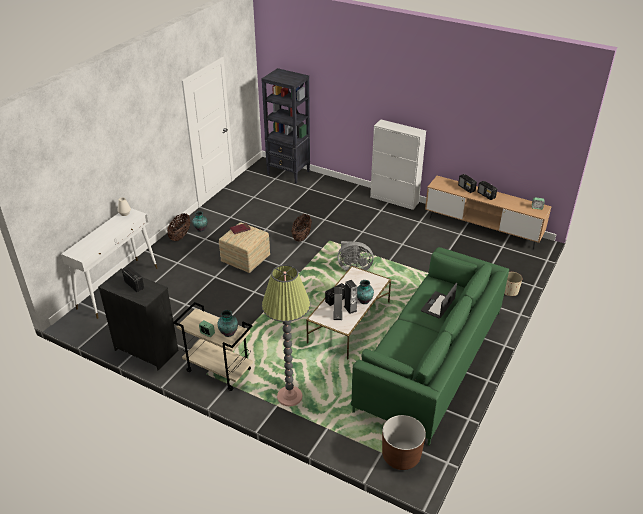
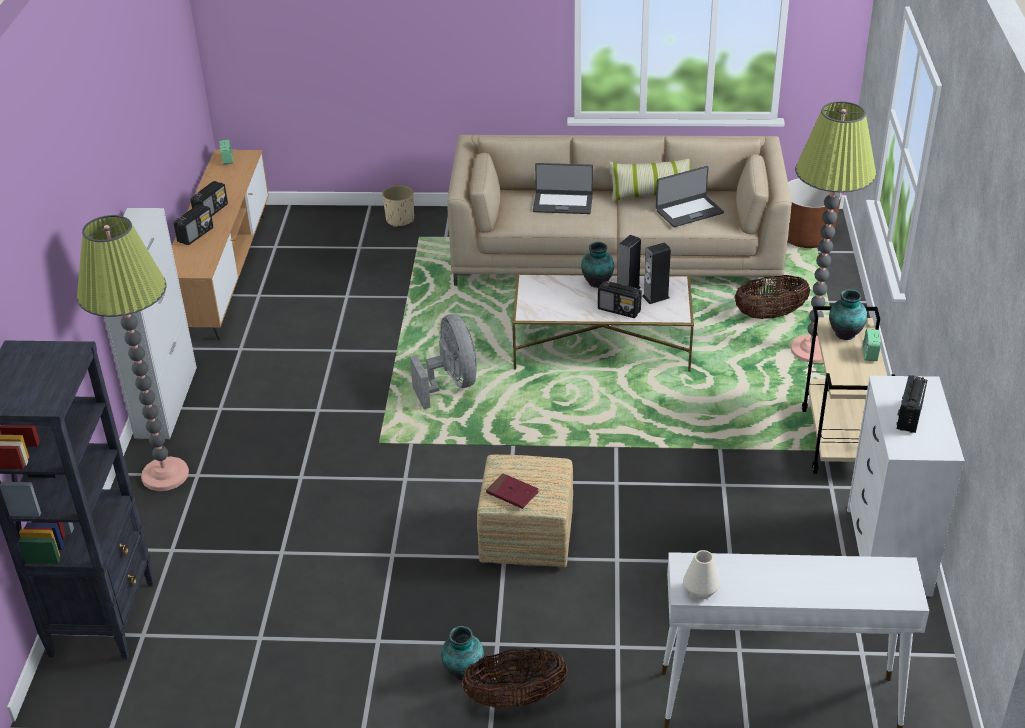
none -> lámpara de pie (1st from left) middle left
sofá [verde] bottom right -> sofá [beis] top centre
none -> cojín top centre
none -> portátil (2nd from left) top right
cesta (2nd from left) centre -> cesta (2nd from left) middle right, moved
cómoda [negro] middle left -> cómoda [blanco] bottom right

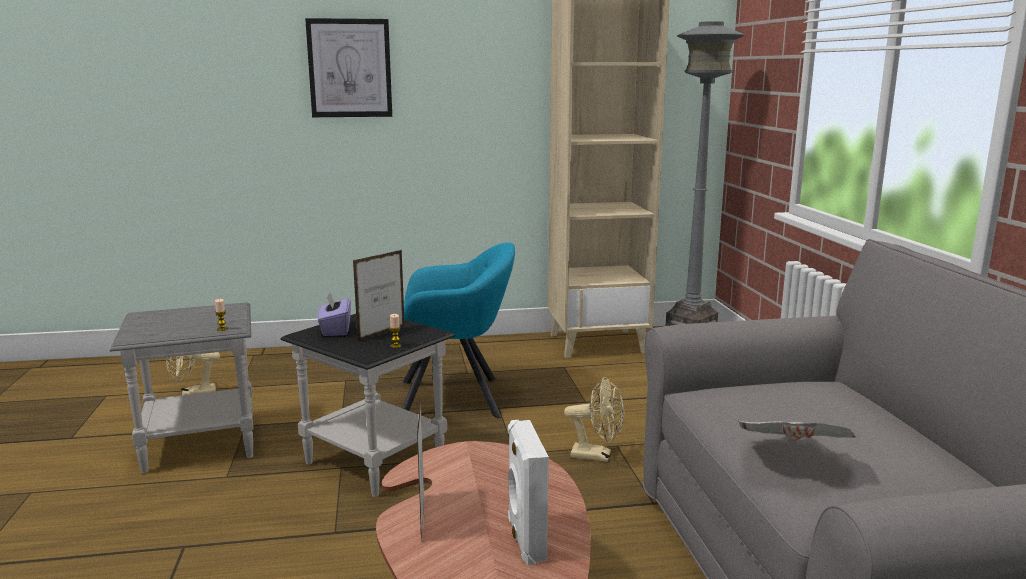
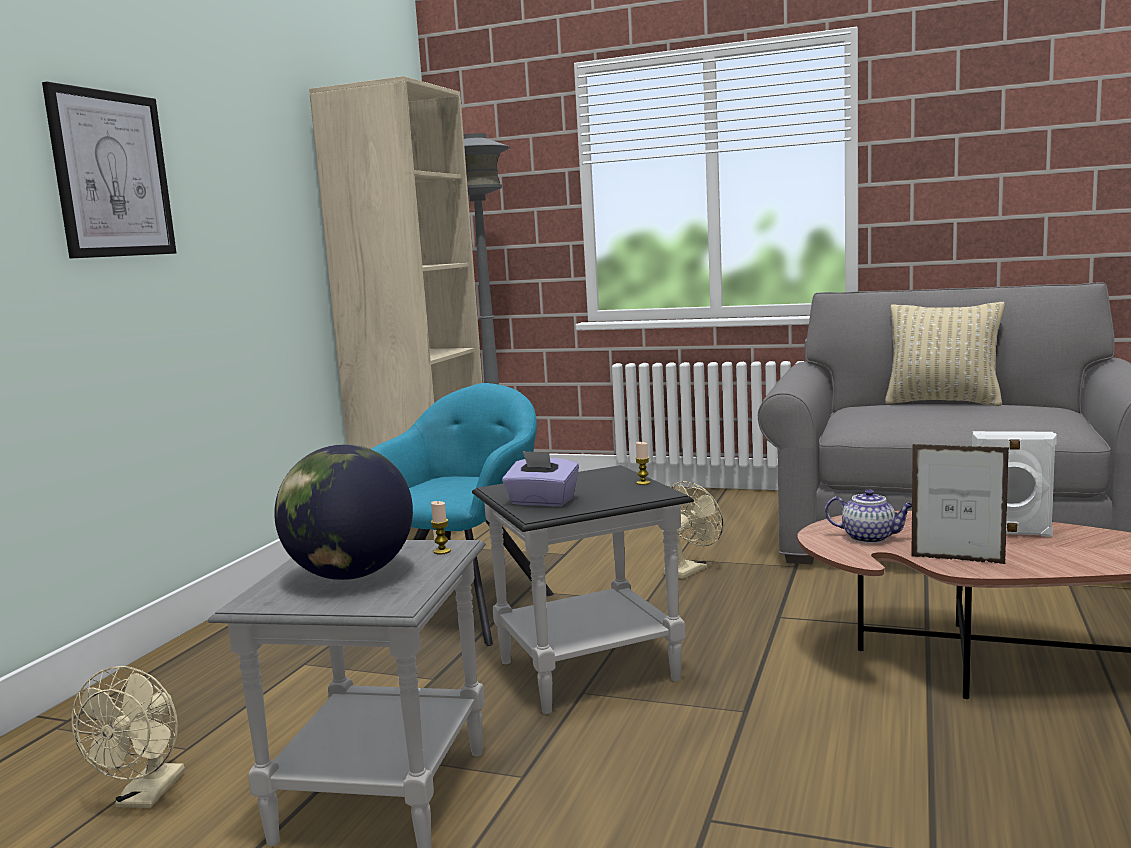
none -> globo terráqueo middle left
none -> tetera middle right
none -> cojín [beis] middle right
portarretratos (1st from left) centre -> none
periódico bottom right -> none

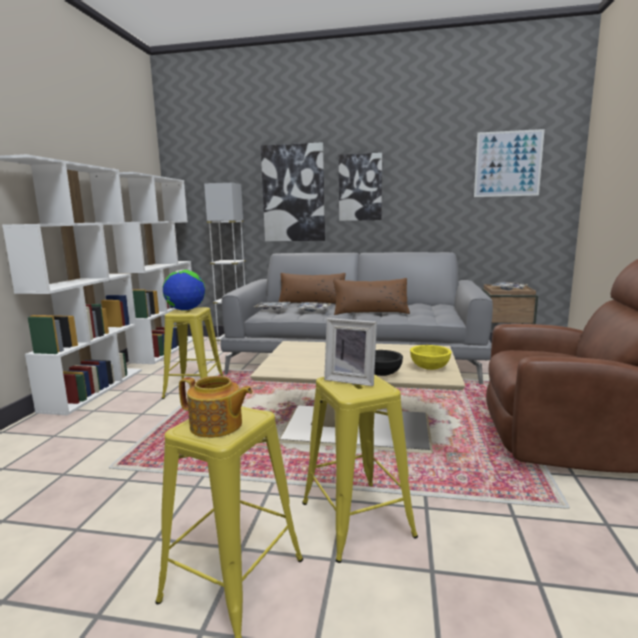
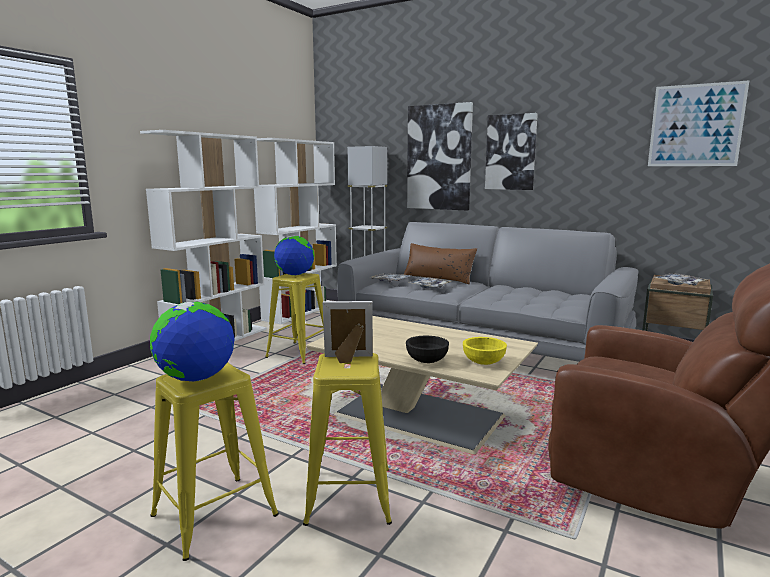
tetera centre -> globo terráqueo (1st from left) middle left
portarretratos centre, 135 degrees clockwise
cojín [marrón] (2nd from left) centre -> none

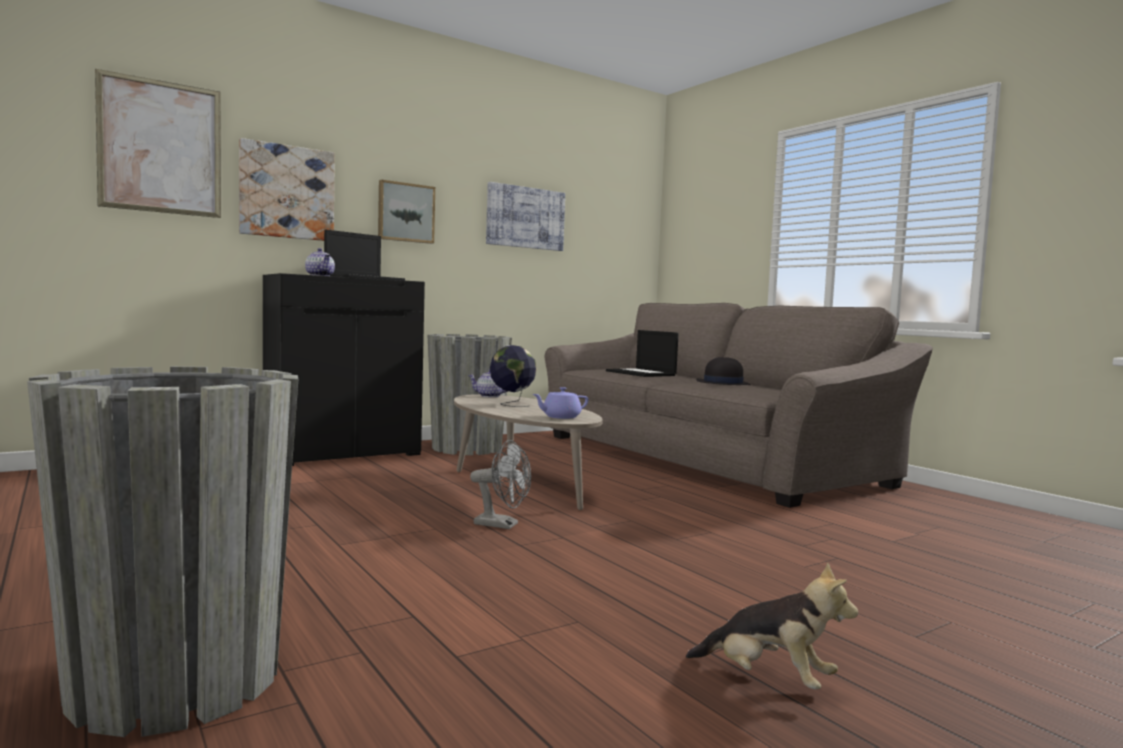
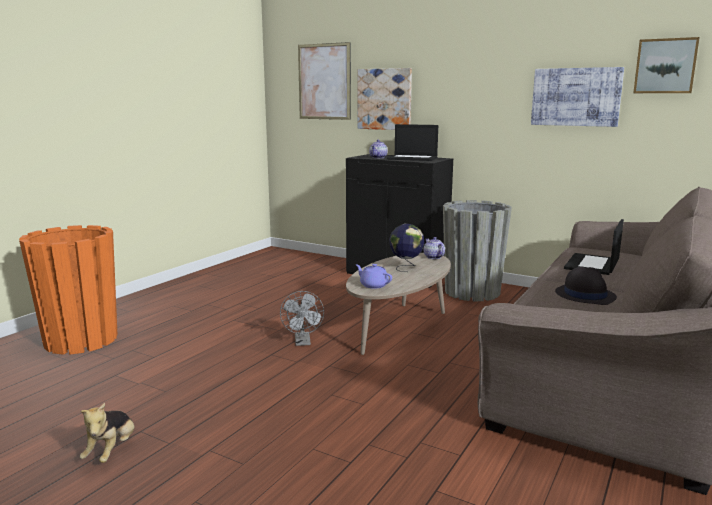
maceta [gris] (1st from left) bottom left -> maceta [naranja] middle left
cuadro (3rd from left in the first image) top centre -> cuadro (4th from left) top right, moved

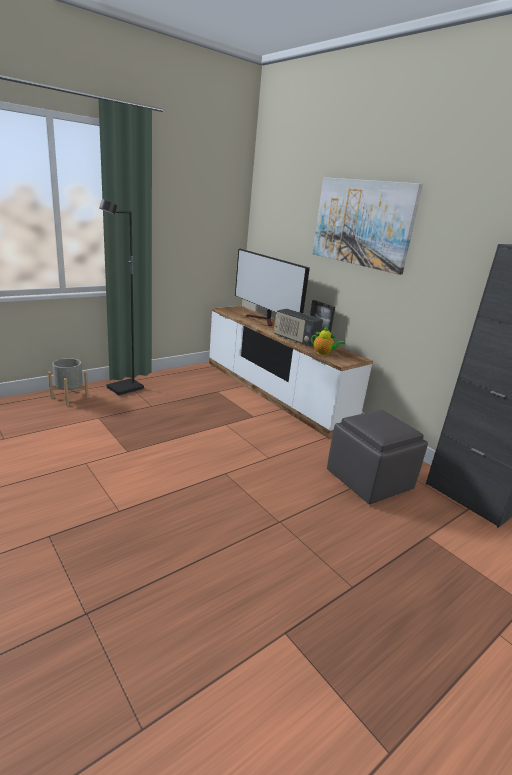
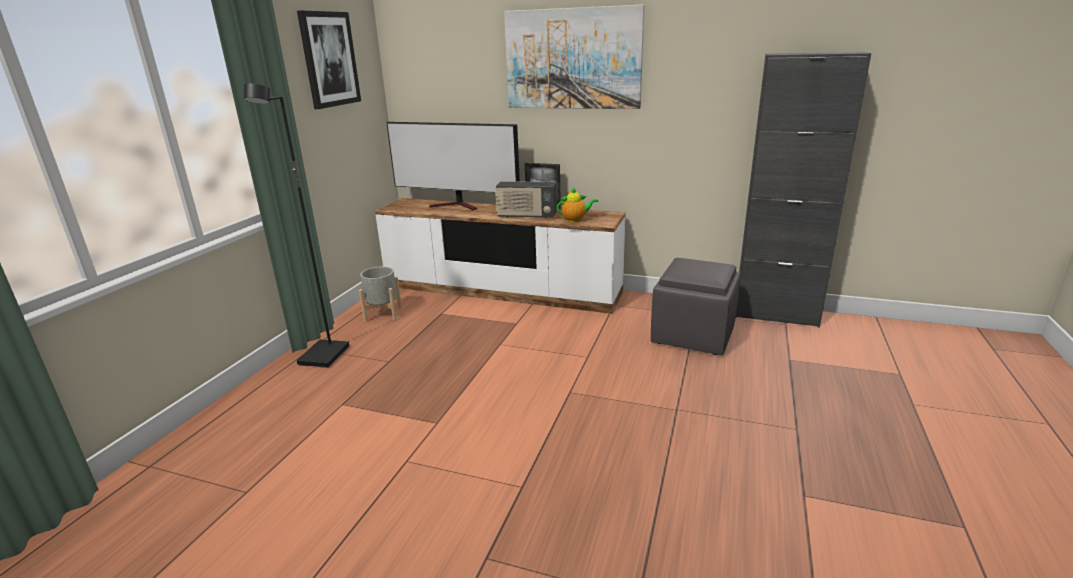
none -> cuadro (1st from left) top left
maceta [gris] middle left -> maceta [gris] centre, moved

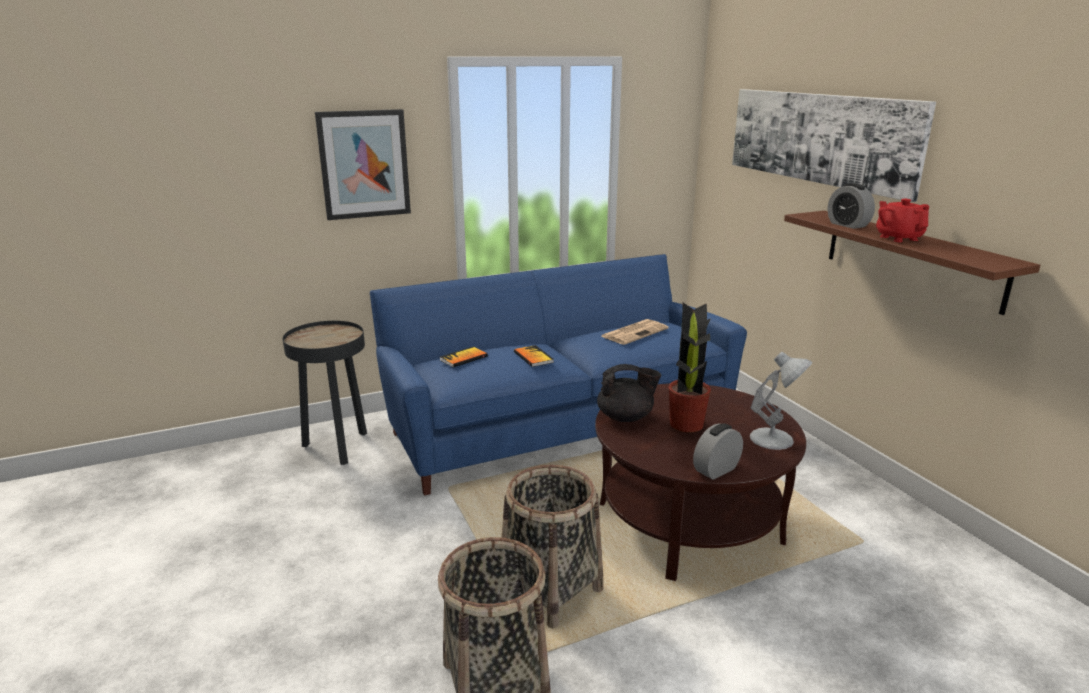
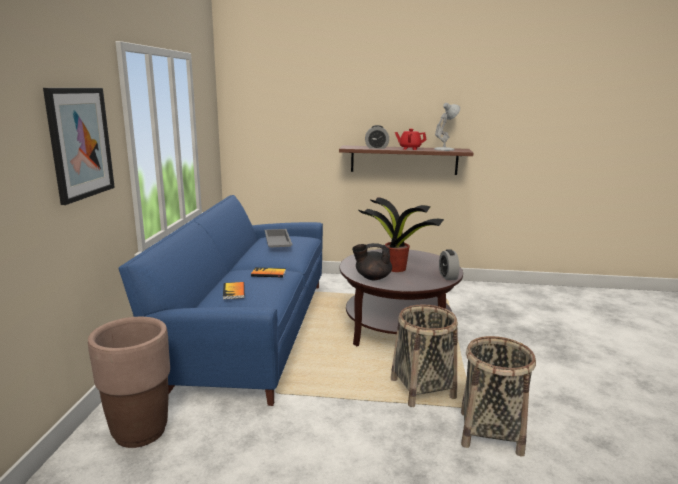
mesa auxiliar [negro] middle left -> maceta [marrón] bottom left
periódico centre -> bandeja [gris] centre
tetera [negro] centre, 120 degrees counterclockwise
lámpara de mesa [blanco] middle right -> lámpara de mesa [blanco] top centre, moved
cuadro (2nd from left) top right -> none

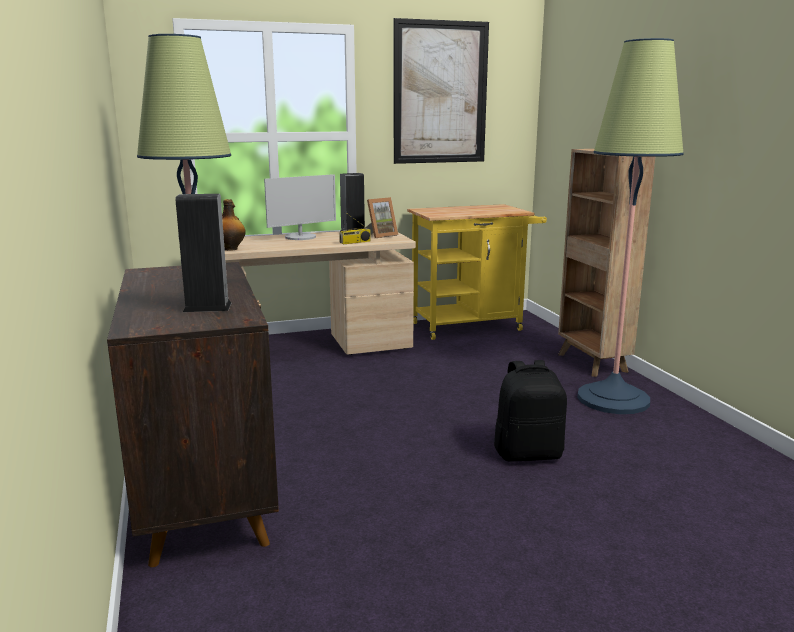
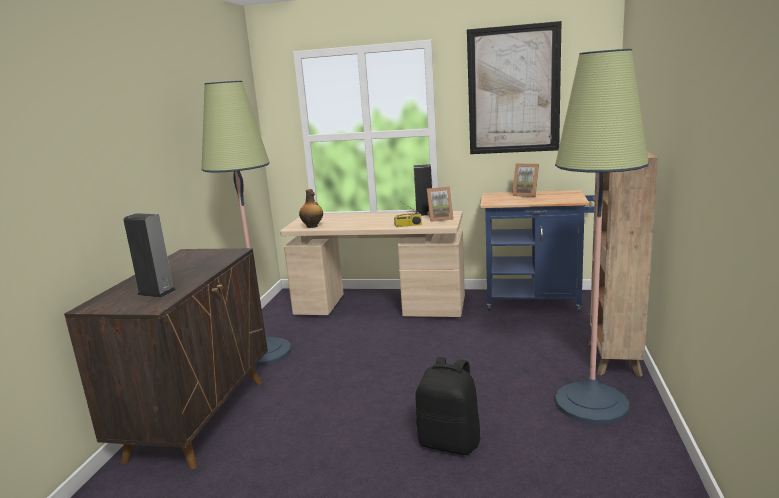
carrito [amarillo] centre -> carrito [azul] middle right
none -> portarretratos (2nd from left) middle right
monitor top centre -> none

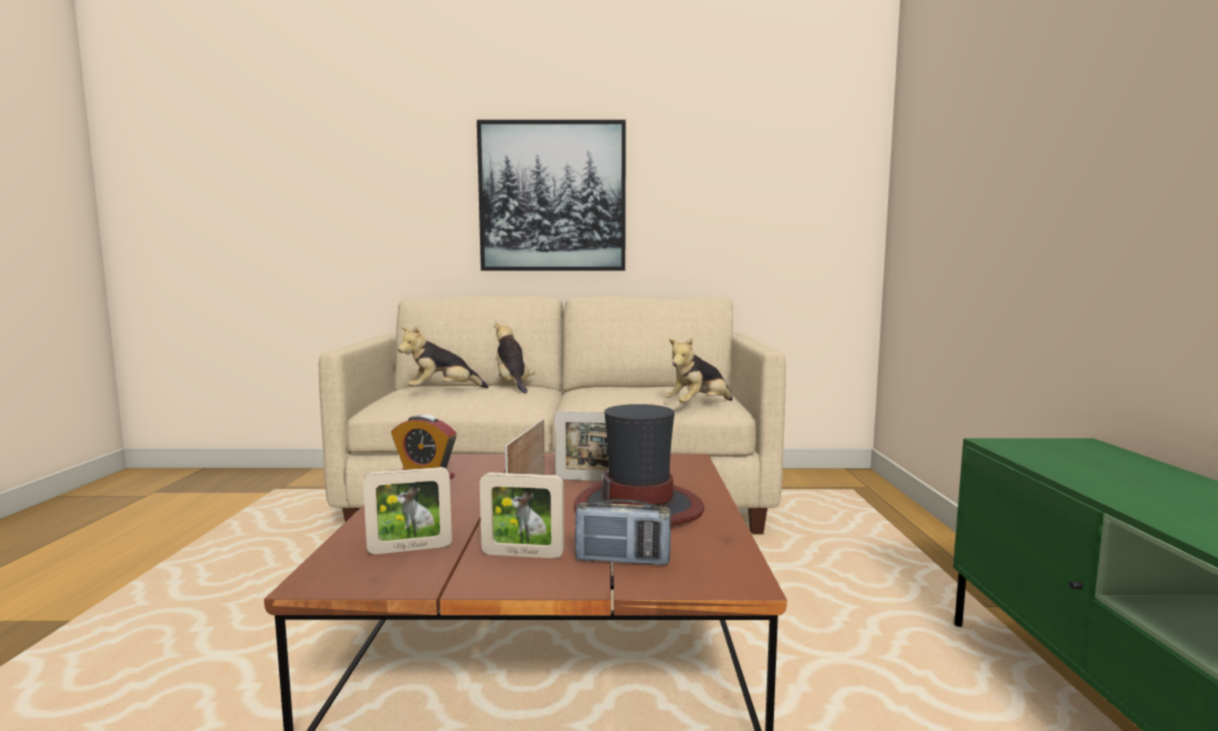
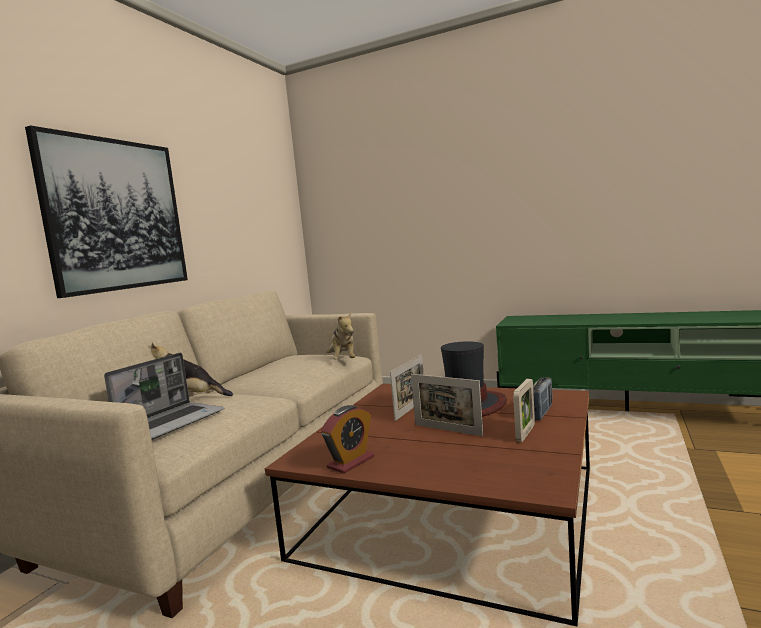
peluche (1st from left) centre -> portátil middle left
portarretratos (1st from left) bottom centre -> none

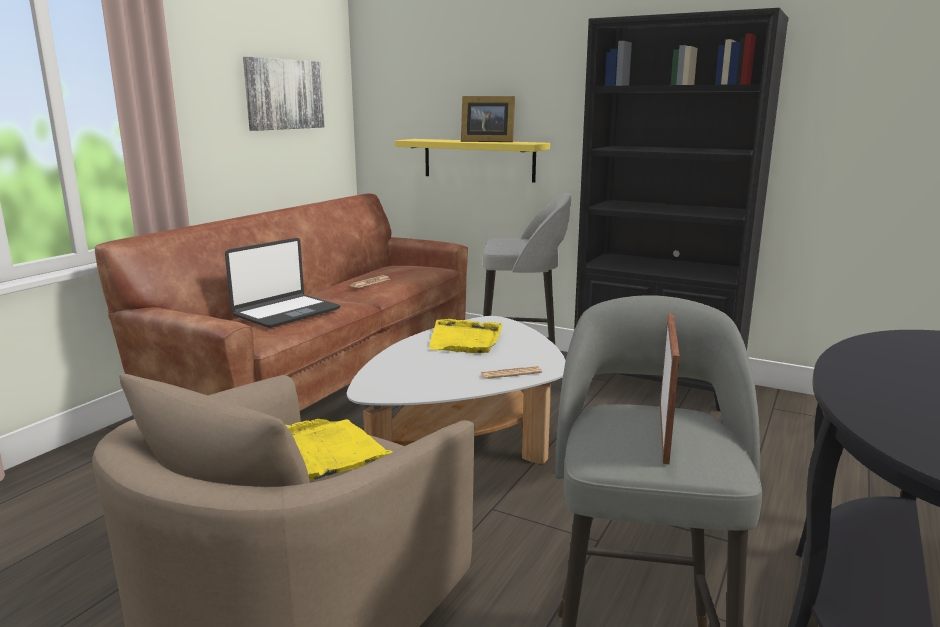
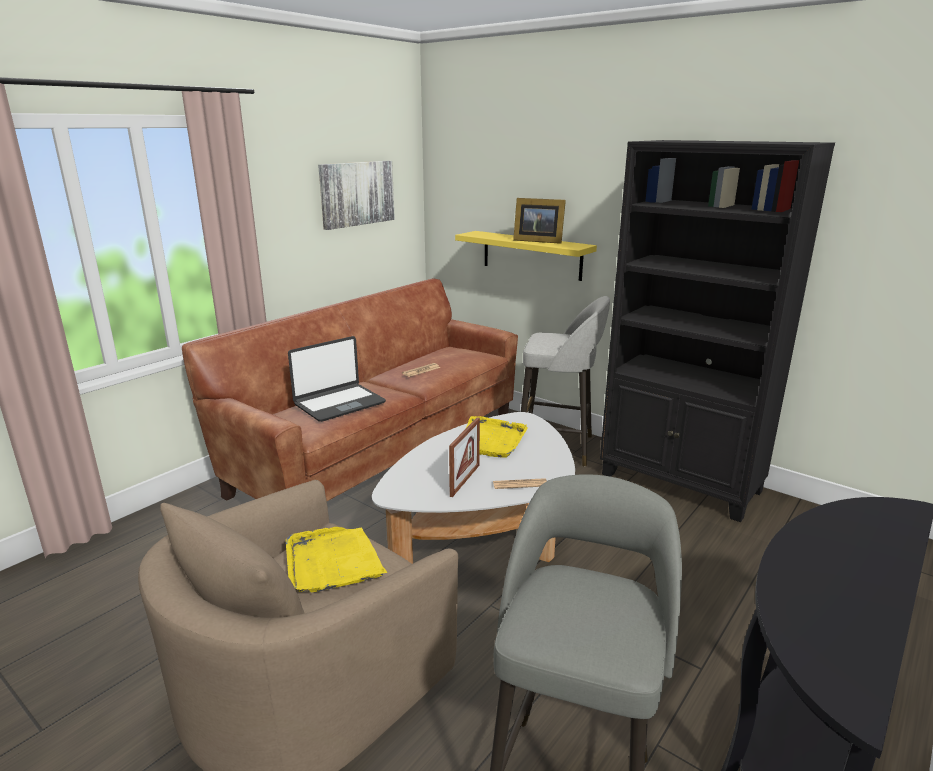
portarretratos (2nd from left in the first image) middle right -> portarretratos (1st from left) centre, moved

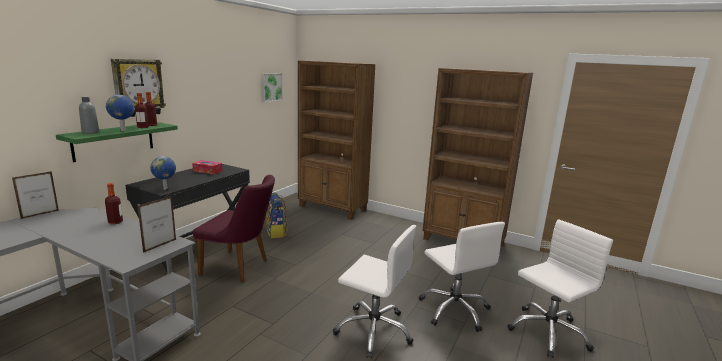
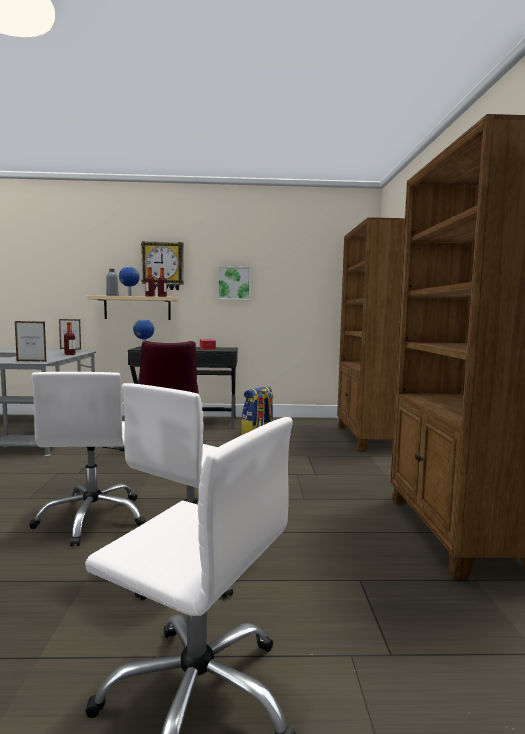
estante [verde] middle left -> estante [beis] middle left
cuadro top centre -> cuadro centre, moved

